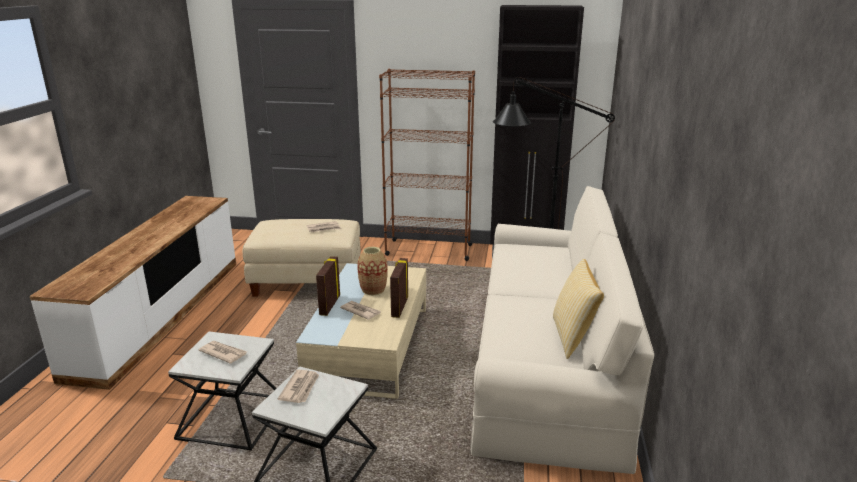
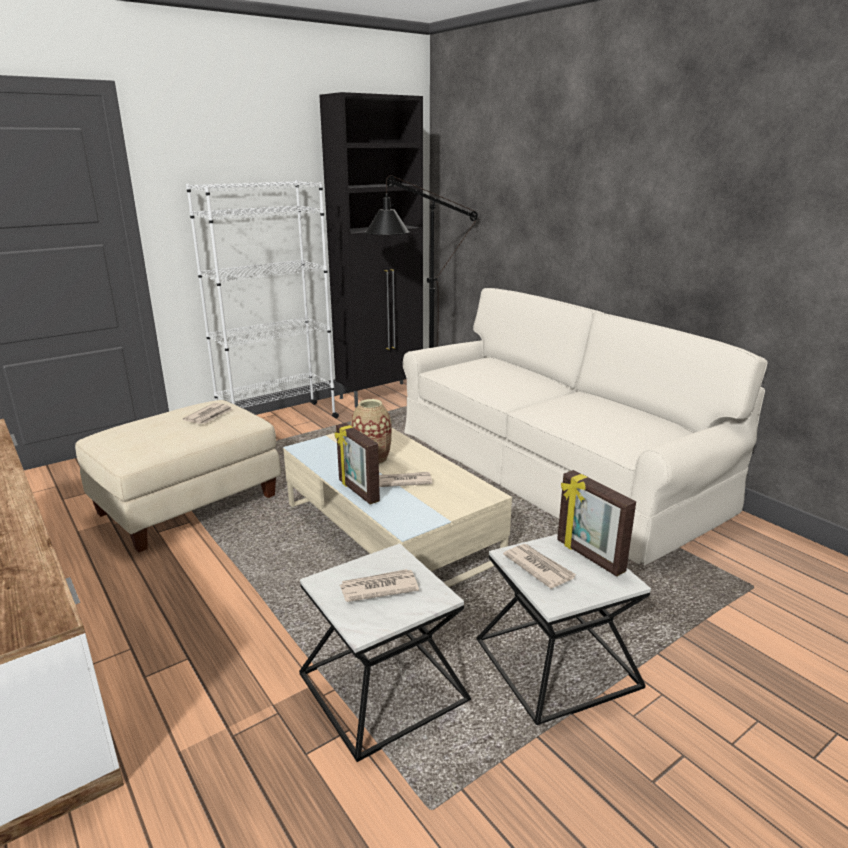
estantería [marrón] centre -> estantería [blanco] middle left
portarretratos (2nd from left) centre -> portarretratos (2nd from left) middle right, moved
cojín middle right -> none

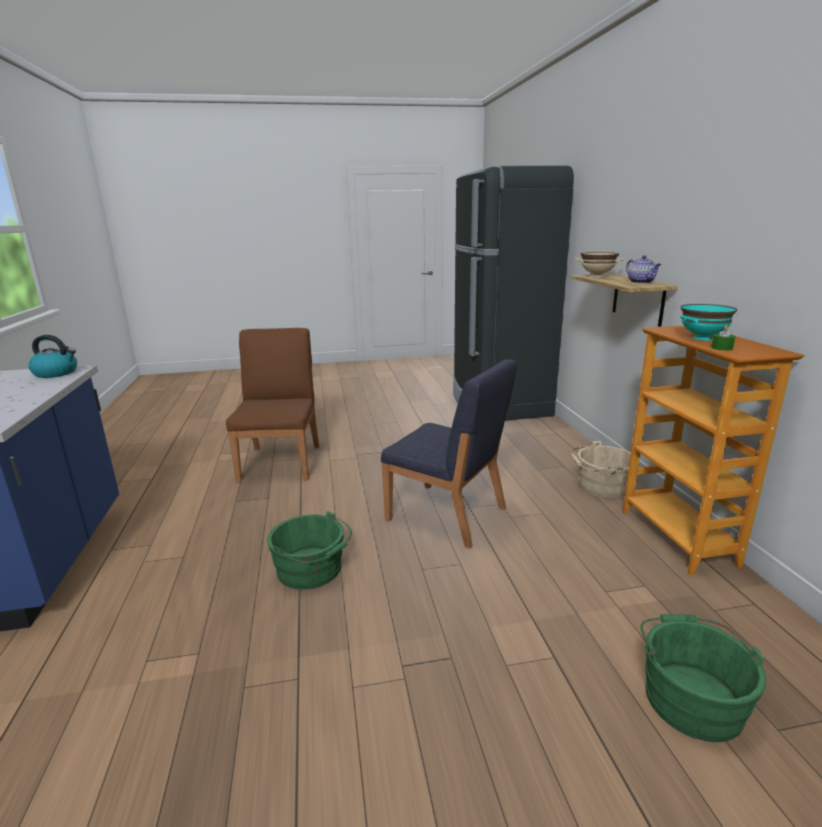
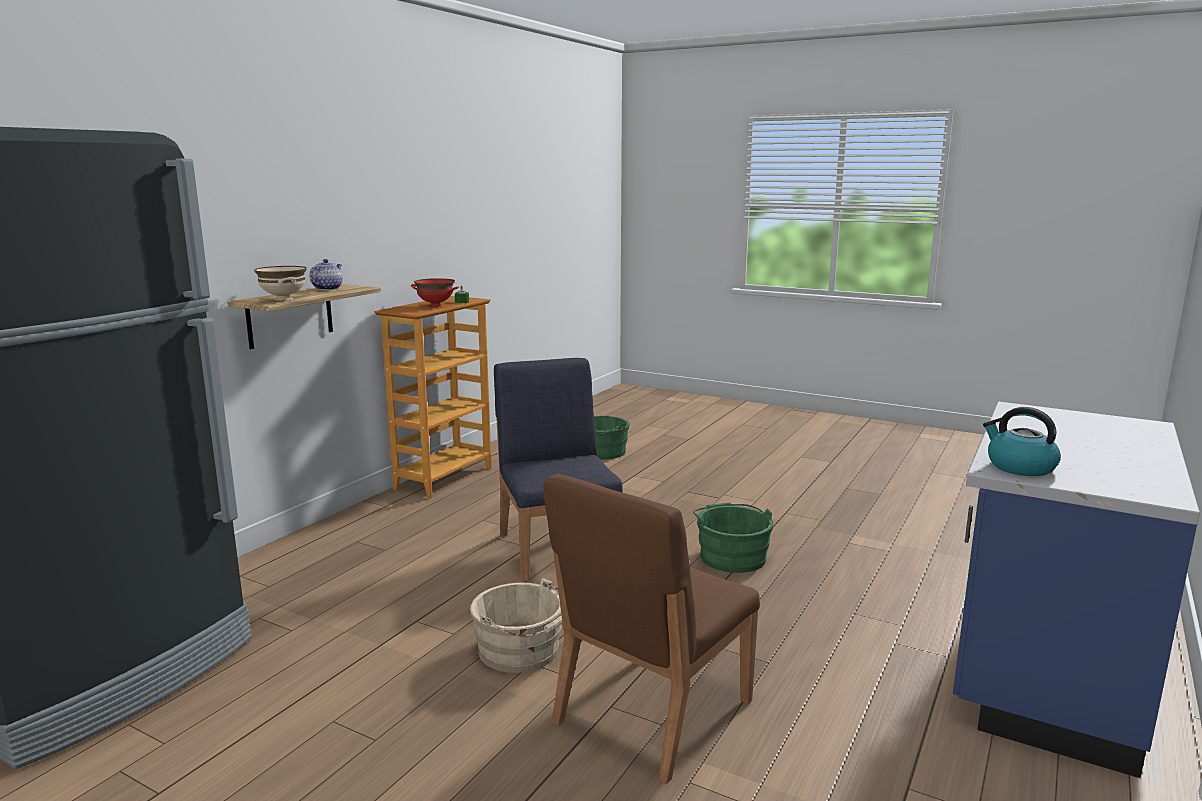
cuenco [turquesa] middle right -> cuenco [rojo] centre
cubo [beis] middle right -> cubo [beis] bottom centre, moved

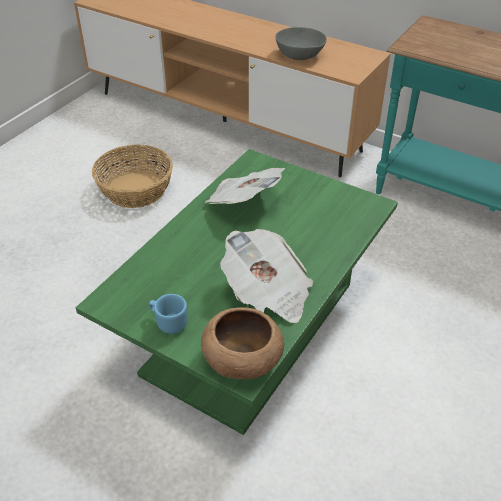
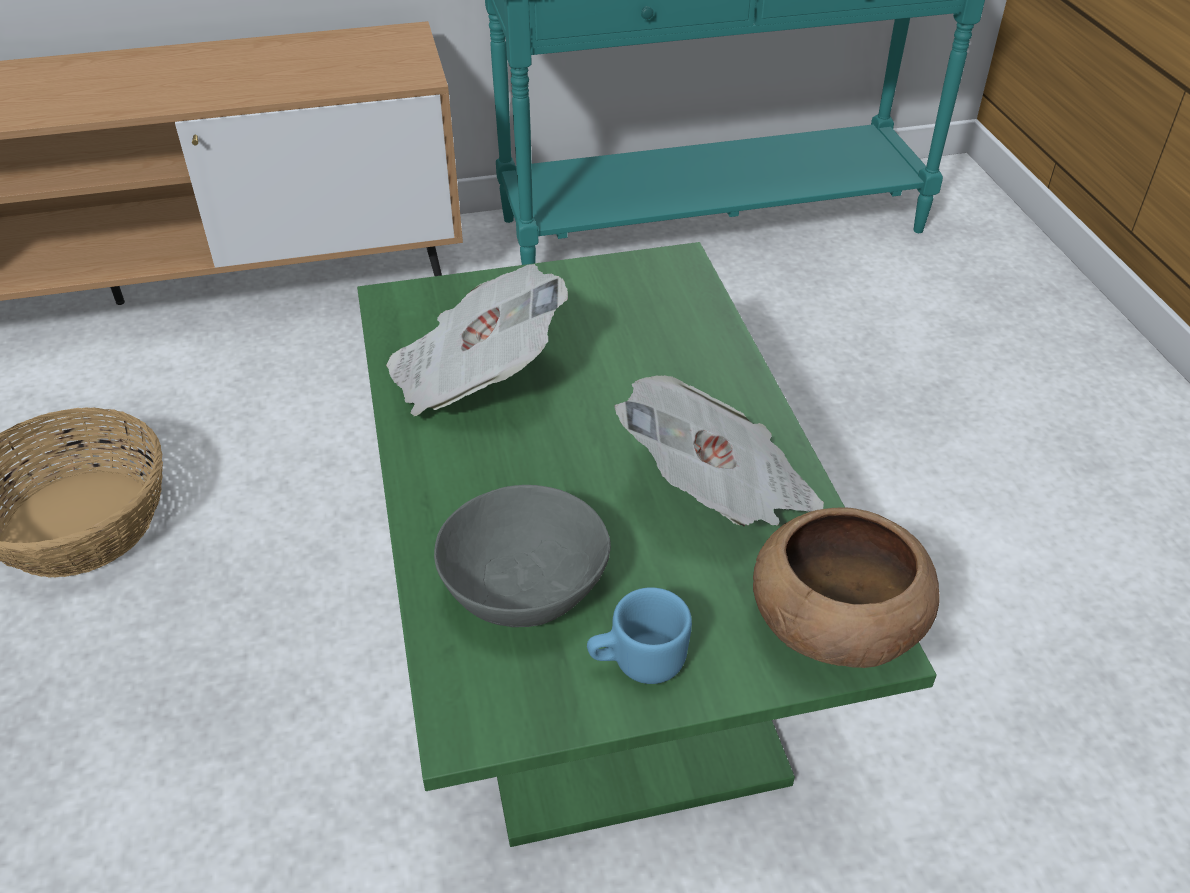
cuenco [gris] top centre -> cuenco [gris] centre, moved

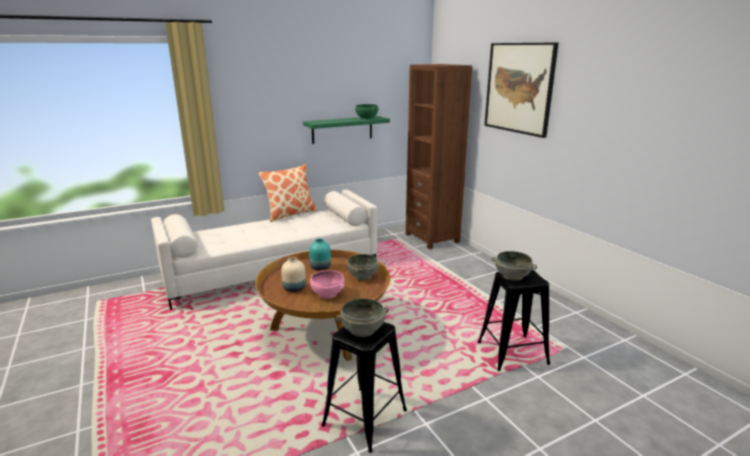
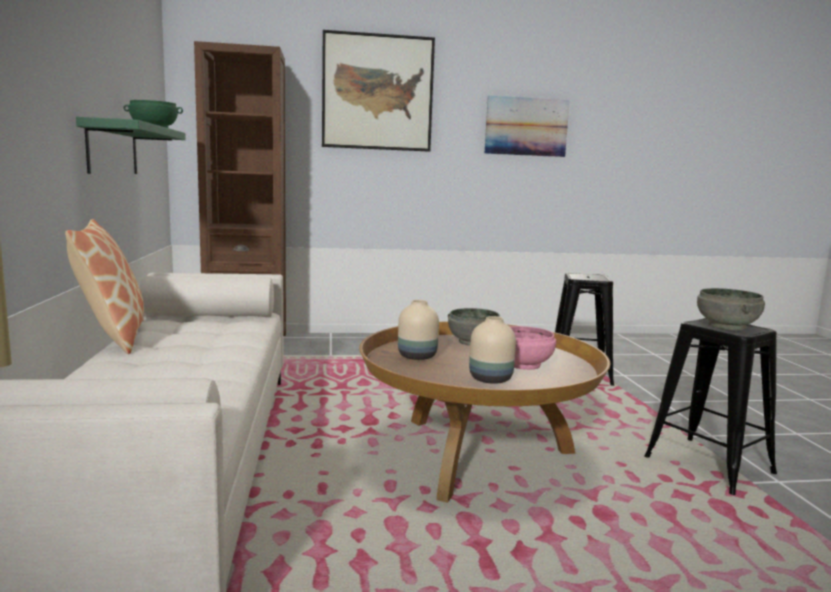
florero [turquesa] centre -> florero [beis] (1st from left) centre
none -> cuadro (2nd from left) top centre
cuenco [gris] (3rd from left) middle right -> none

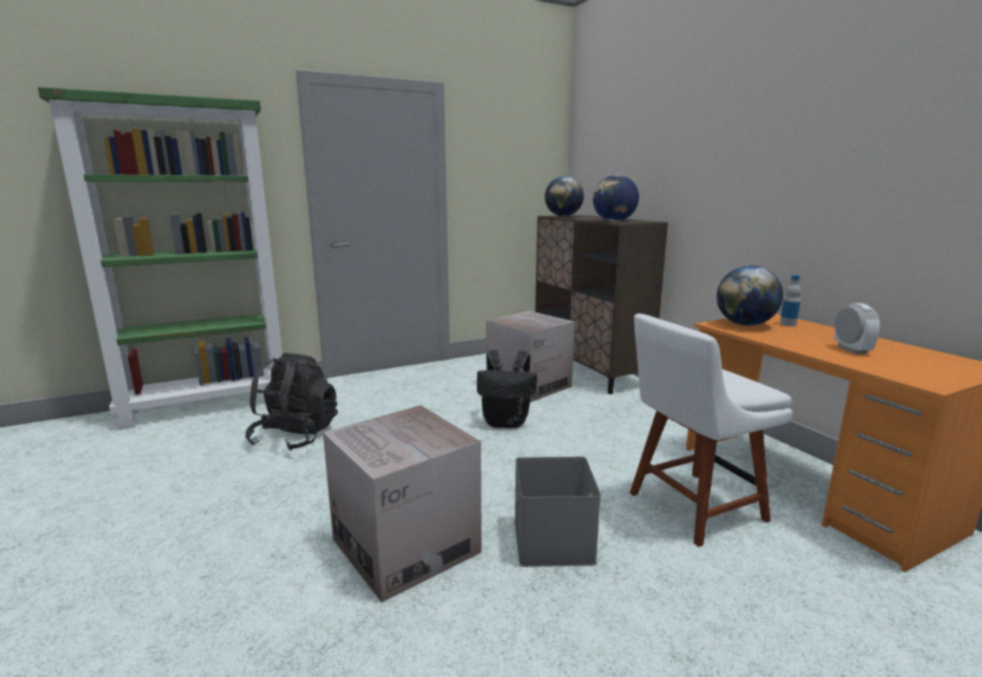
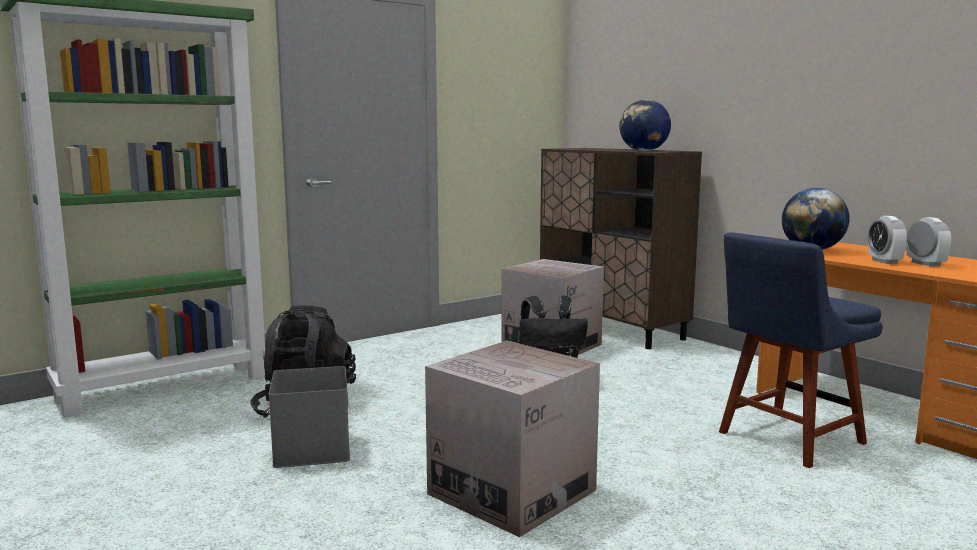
caja de almacenaje [gris] bottom centre -> caja de almacenaje [gris] bottom left, moved
silla [blanco] middle right -> silla [azul] middle right
none -> despertador (1st from left) middle right
globo terráqueo (1st from left) top centre -> none
botella middle right -> none

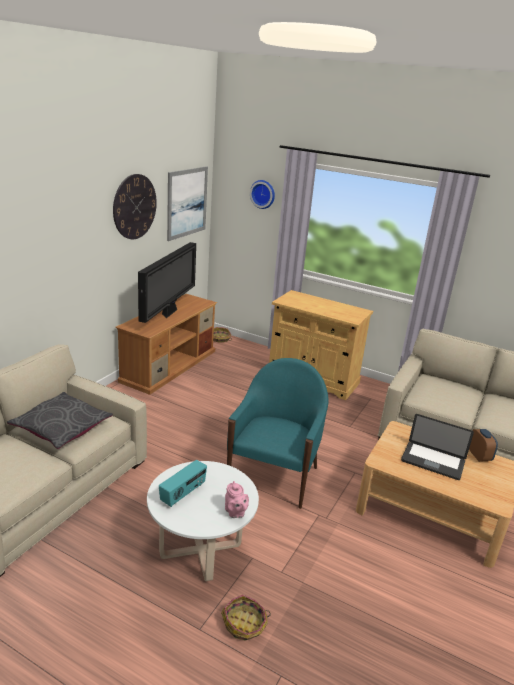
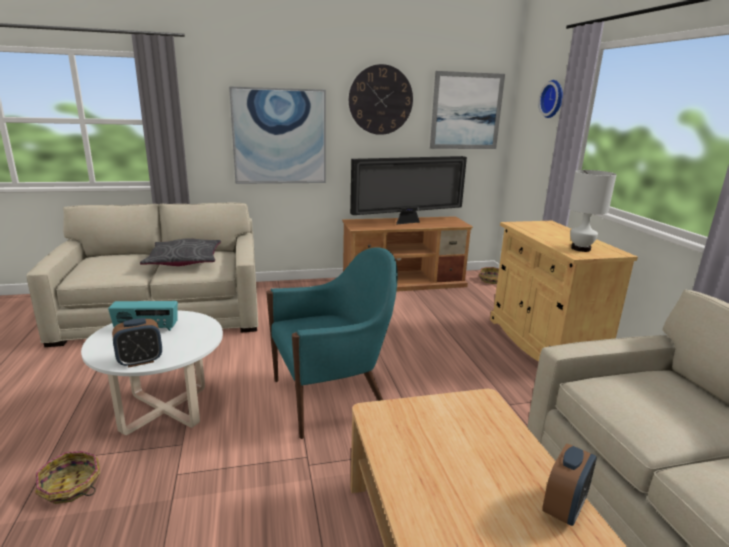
tetera [rosa] bottom centre -> despertador (1st from left) middle left
none -> cuadro (1st from left) top centre
none -> lámpara de mesa [blanco] middle right
portátil middle right -> none

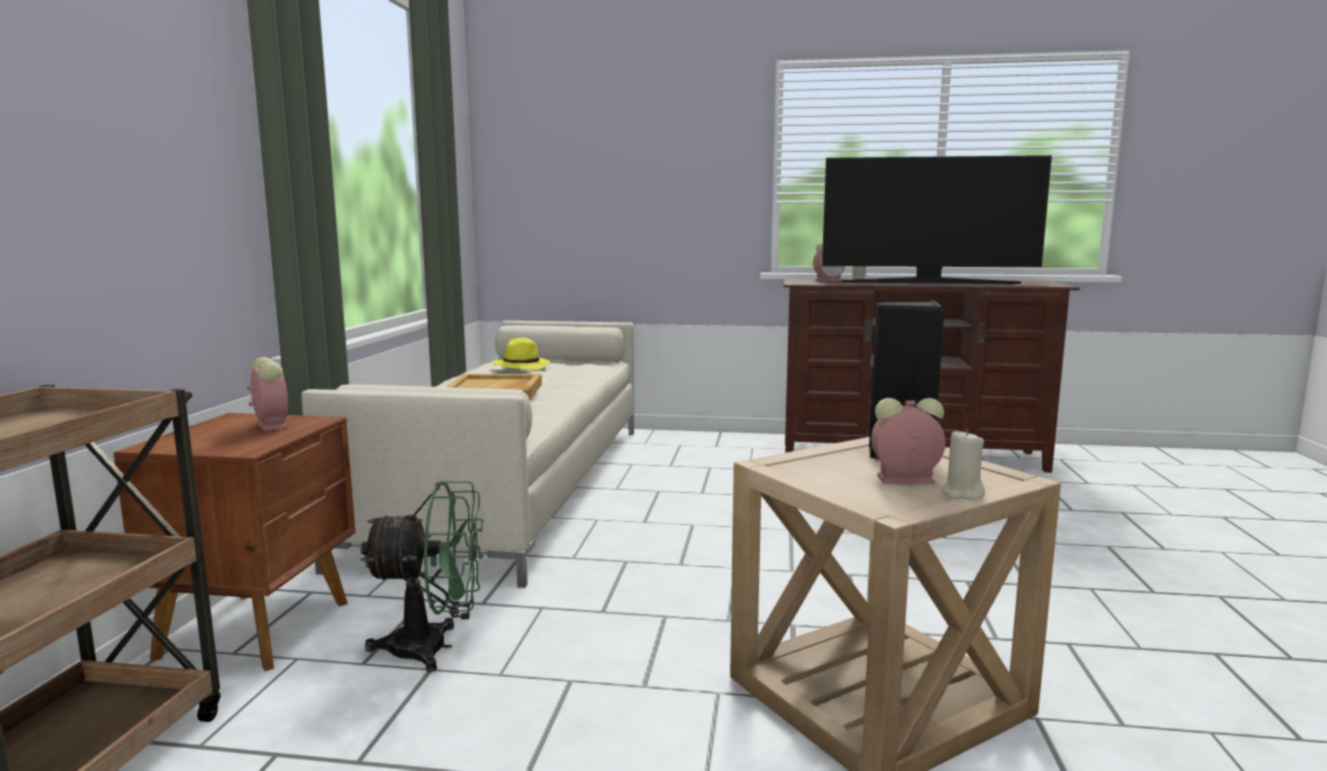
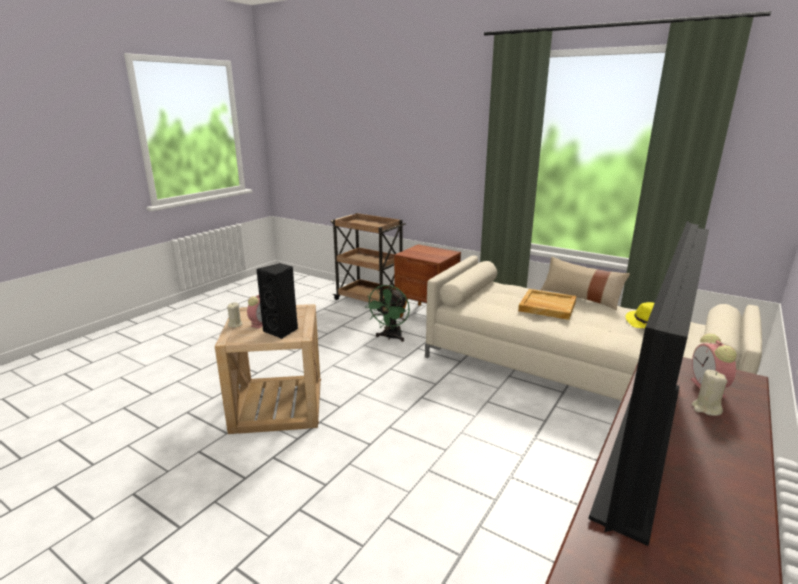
none -> cojín [beis] middle right
despertador (1st from left) middle left -> none

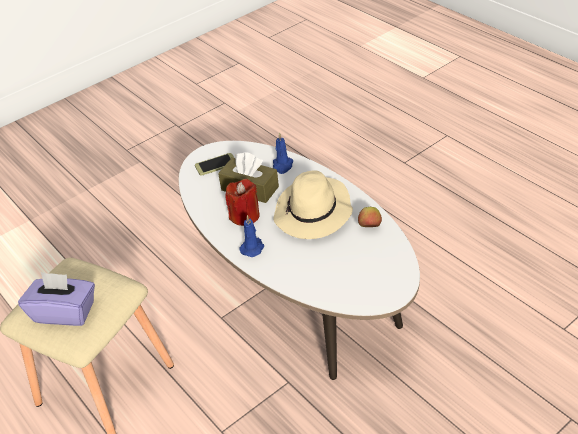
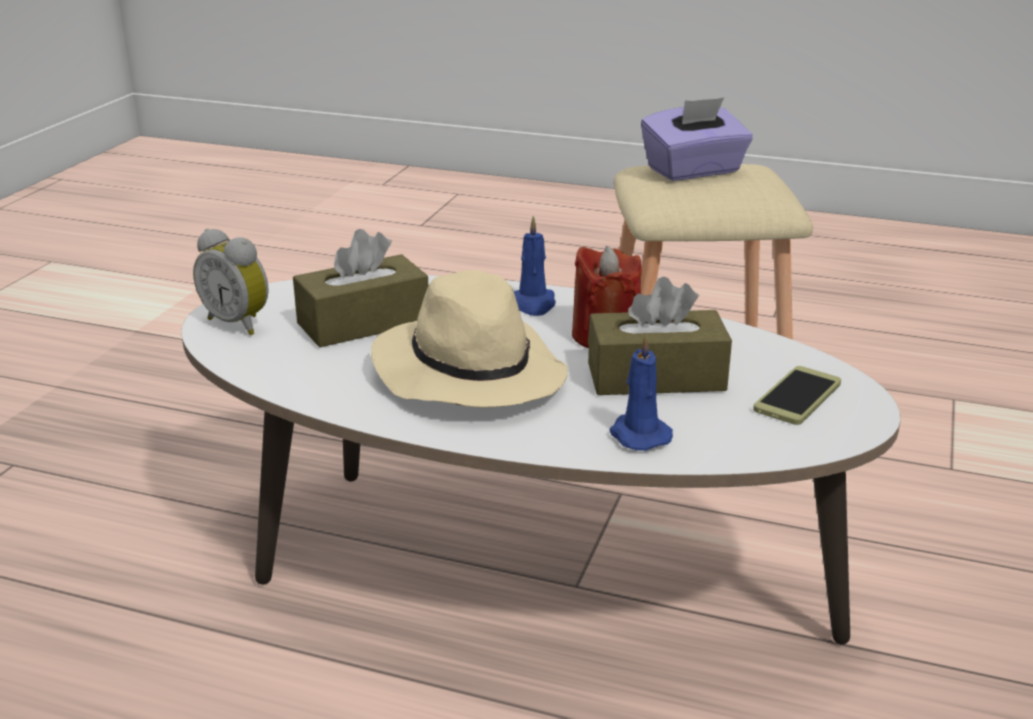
none -> despertador middle left
none -> caja de pañuelos [marrón] (1st from left) centre
manzana centre -> none

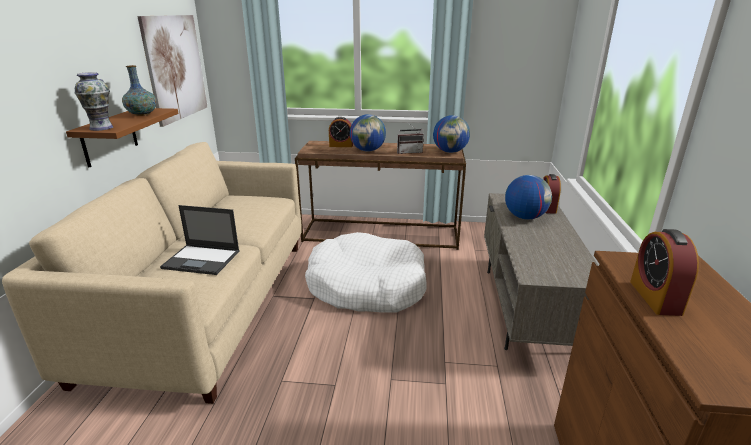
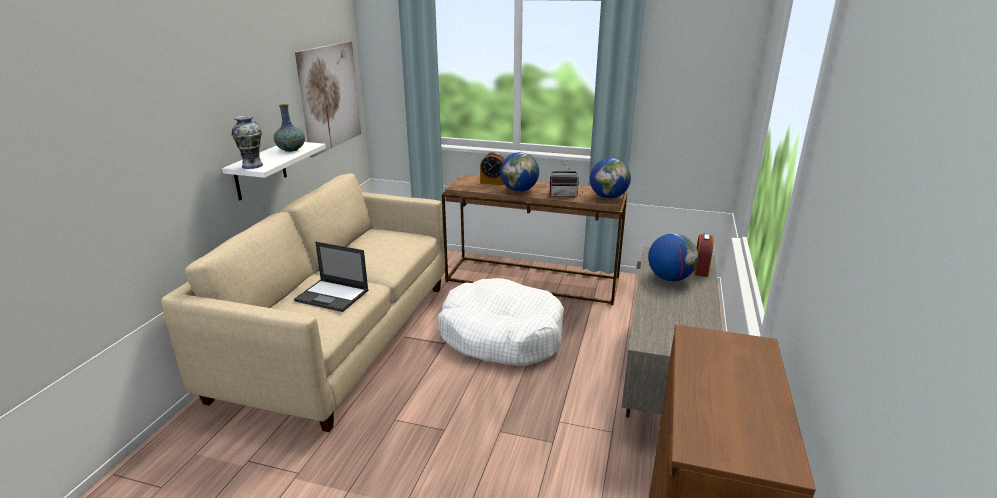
estante [marrón] top left -> estante [blanco] middle left
despertador (3rd from left) middle right -> none

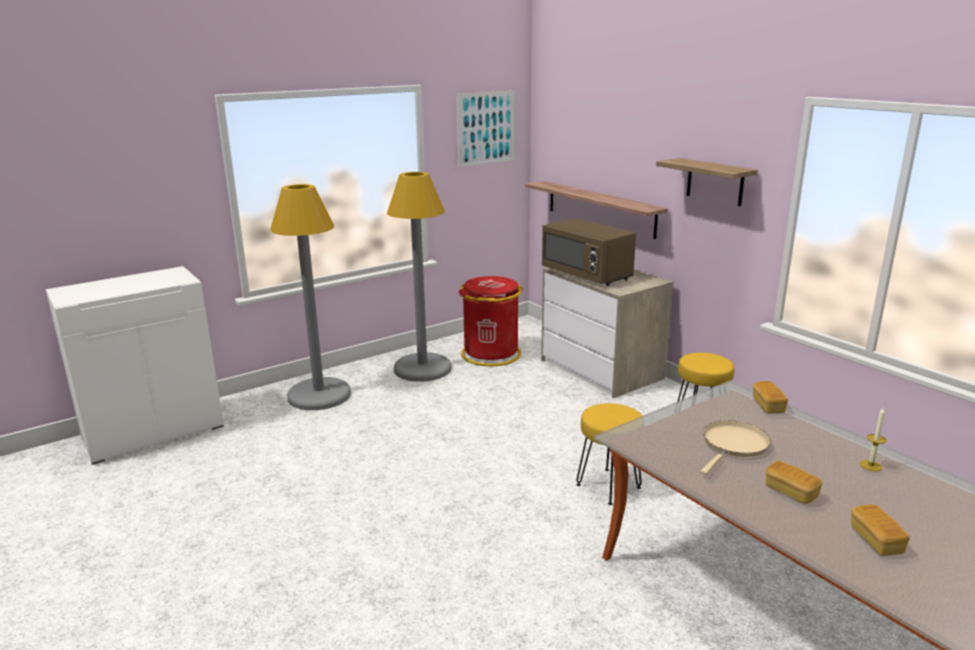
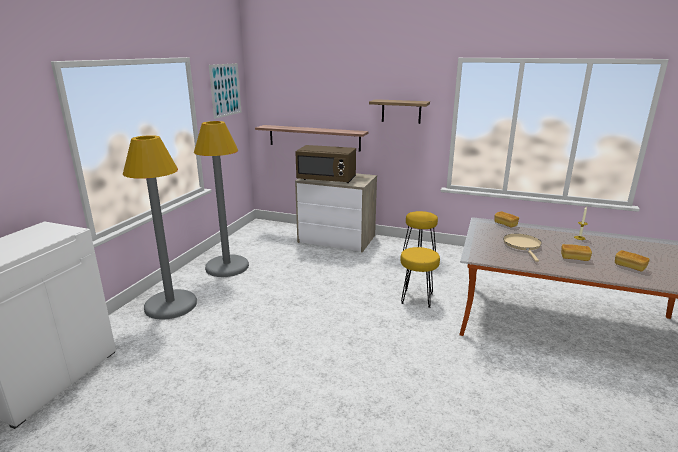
papelera [rojo] centre -> none

